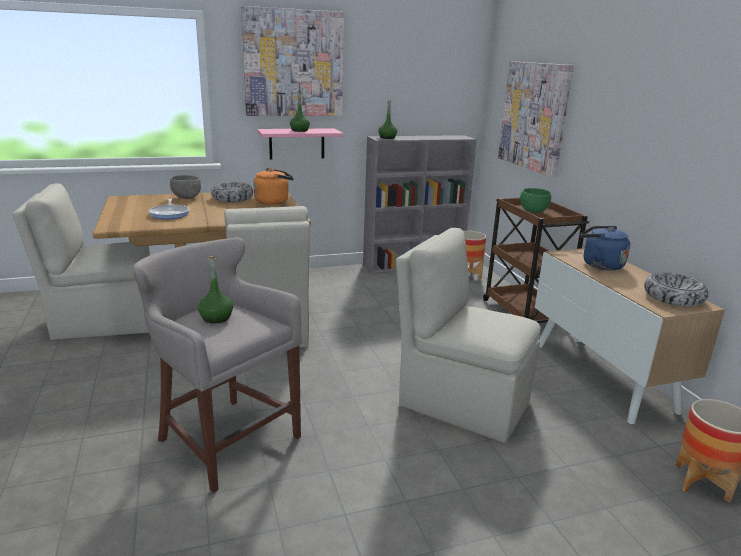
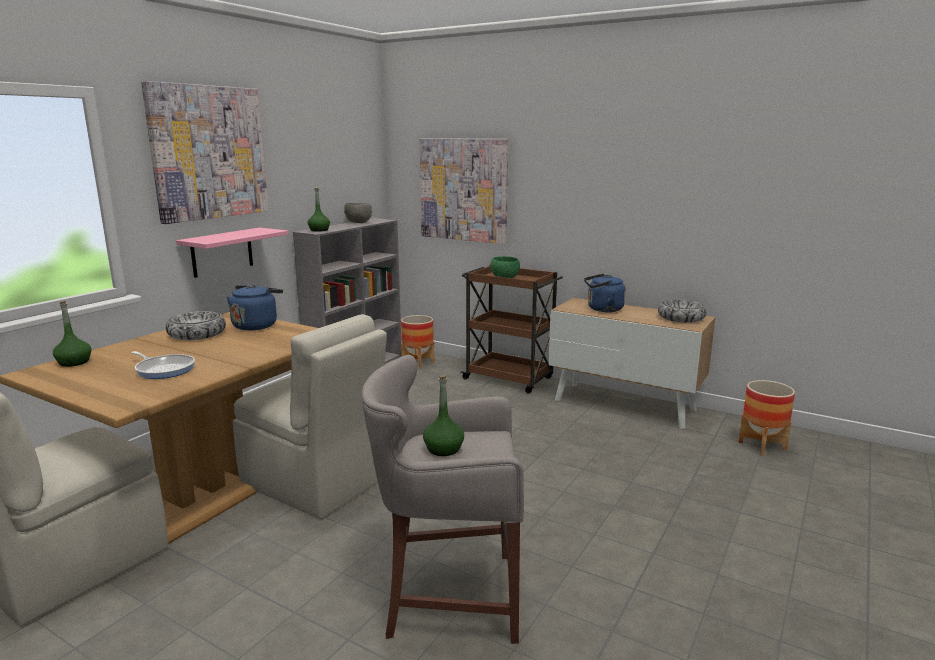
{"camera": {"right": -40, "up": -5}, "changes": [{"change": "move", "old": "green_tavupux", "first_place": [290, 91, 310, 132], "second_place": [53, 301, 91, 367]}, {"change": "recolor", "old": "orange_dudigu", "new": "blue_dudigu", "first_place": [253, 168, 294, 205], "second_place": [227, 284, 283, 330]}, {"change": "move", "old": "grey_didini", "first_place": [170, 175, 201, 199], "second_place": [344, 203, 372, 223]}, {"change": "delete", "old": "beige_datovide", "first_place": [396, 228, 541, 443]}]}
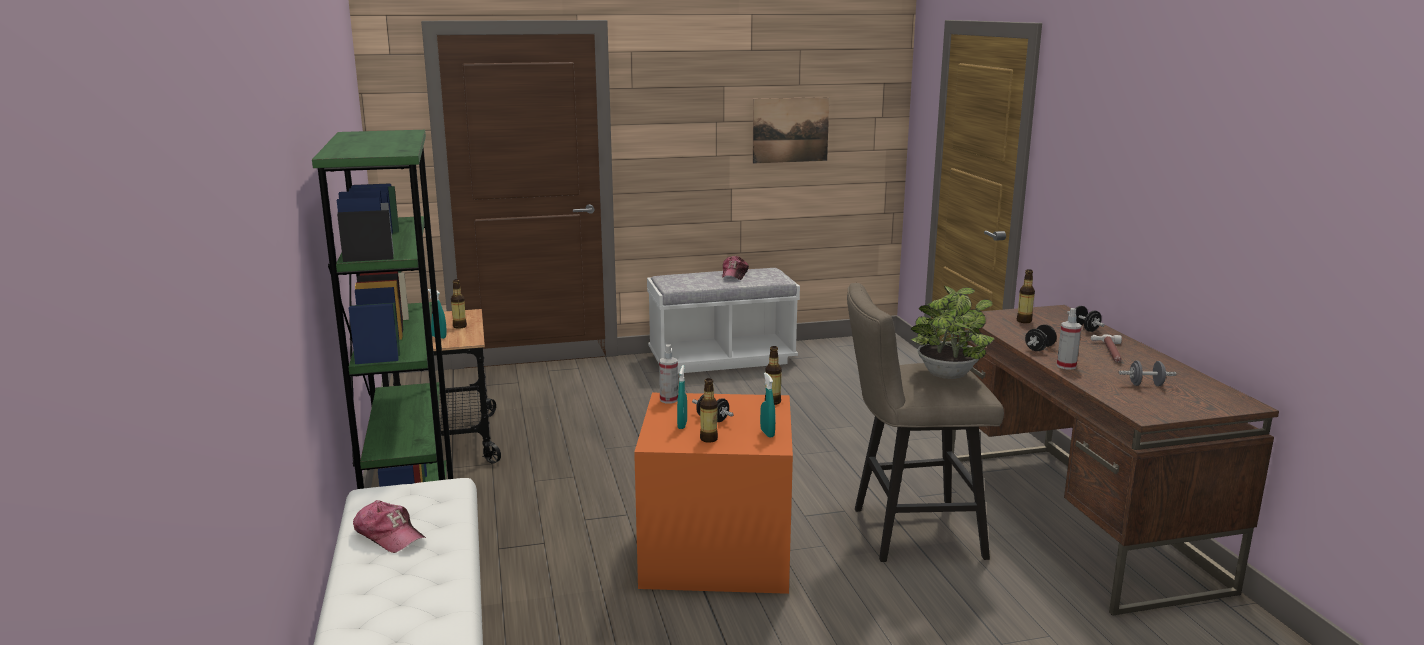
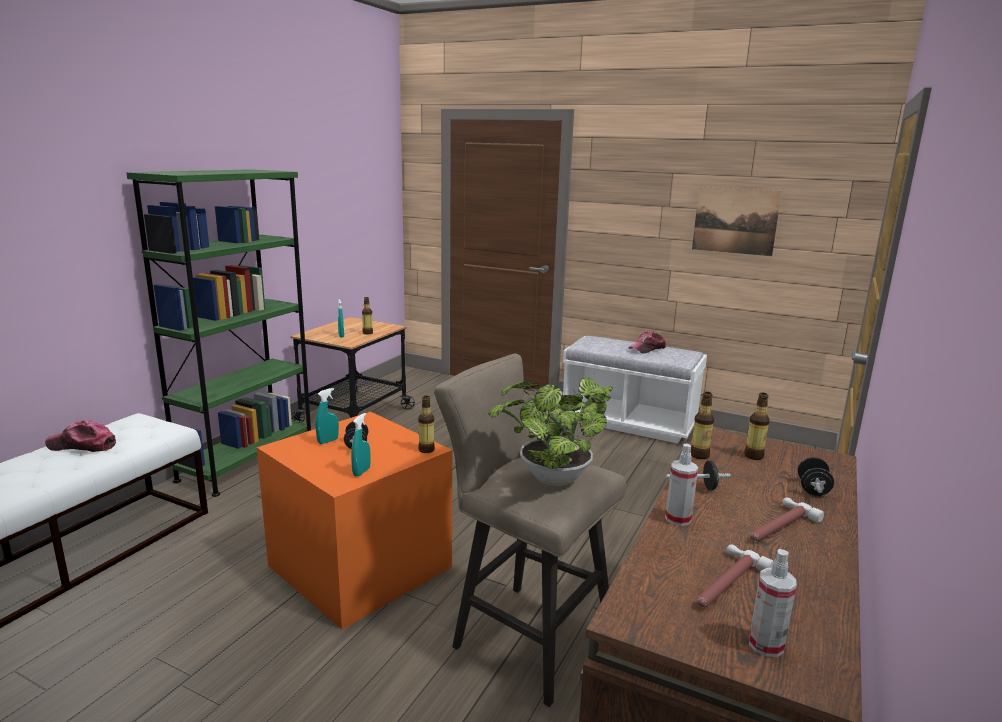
{"camera": {"right": 40, "up": 0}, "changes": [{"change": "move", "old": "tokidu", "first_place": [659, 345, 678, 404], "second_place": [749, 549, 797, 657]}, {"change": "replace", "old": "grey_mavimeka", "new": "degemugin", "first_place": [1119, 360, 1177, 386], "second_place": [697, 544, 773, 608]}, {"change": "move", "old": "tavupux", "first_place": [700, 378, 718, 443], "second_place": [691, 392, 714, 459]}, {"change": "rotate", "old": "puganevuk", "first_place": [353, 500, 426, 553], "second_place": [45, 420, 116, 452], "degrees": 105}]}
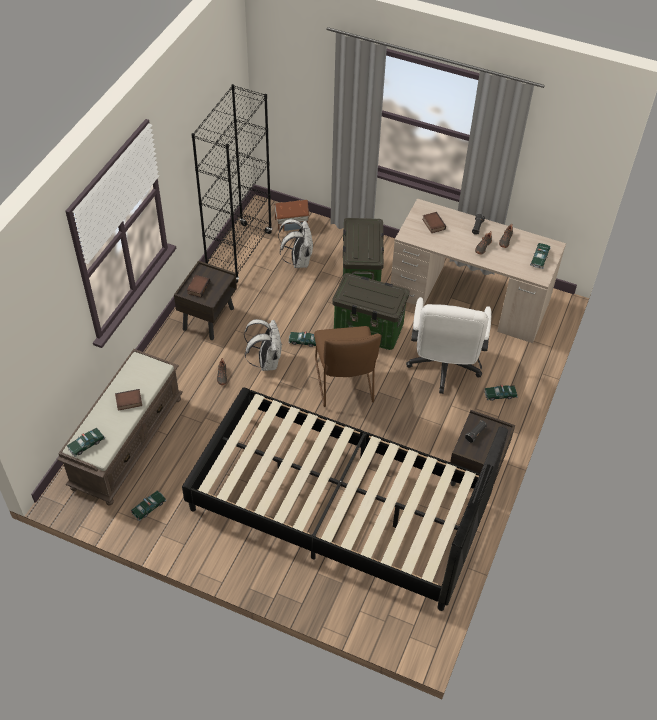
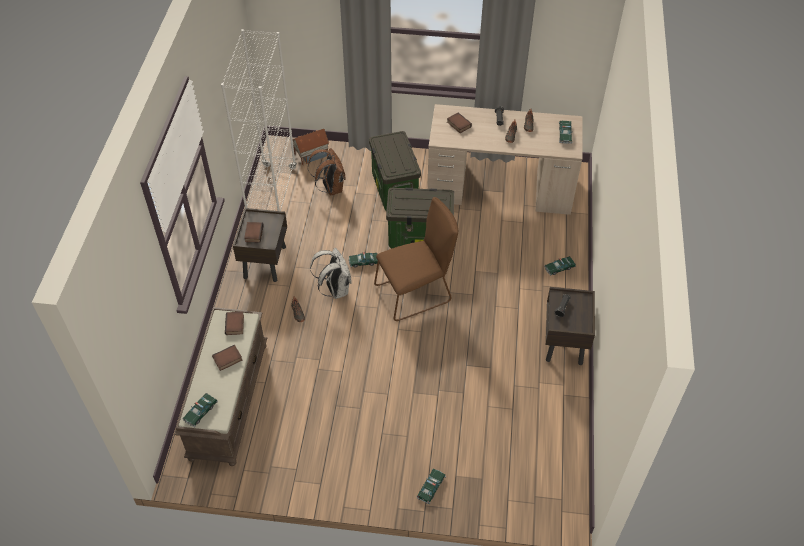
{"camera": {"right": -15, "up": 0}, "changes": [{"change": "recolor", "old": "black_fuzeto", "new": "white_fuzeto", "first_place": [191, 84, 272, 283], "second_place": [221, 29, 297, 211]}, {"change": "recolor", "old": "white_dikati", "new": "brown_dikati", "first_place": [278, 219, 313, 268], "second_place": [308, 148, 346, 196]}, {"change": "delete", "old": "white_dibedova", "first_place": [406, 297, 491, 394]}, {"change": "rotate", "old": "brown_datovide", "first_place": [314, 326, 381, 407], "second_place": [374, 197, 458, 321], "degrees": -90}, {"change": "delete", "old": "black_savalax", "first_place": [182, 387, 508, 611]}, {"change": "move", "old": "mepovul", "first_place": [131, 491, 166, 521], "second_place": [416, 469, 446, 504]}, {"change": "insert", "new": "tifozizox", "second_place": [225, 311, 244, 335]}]}
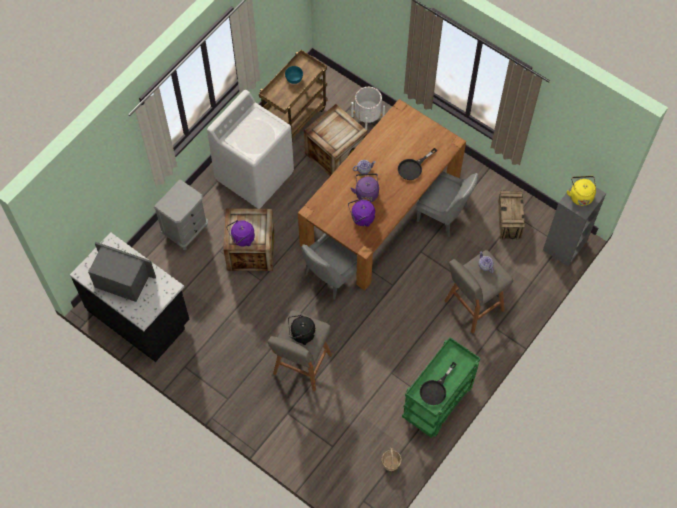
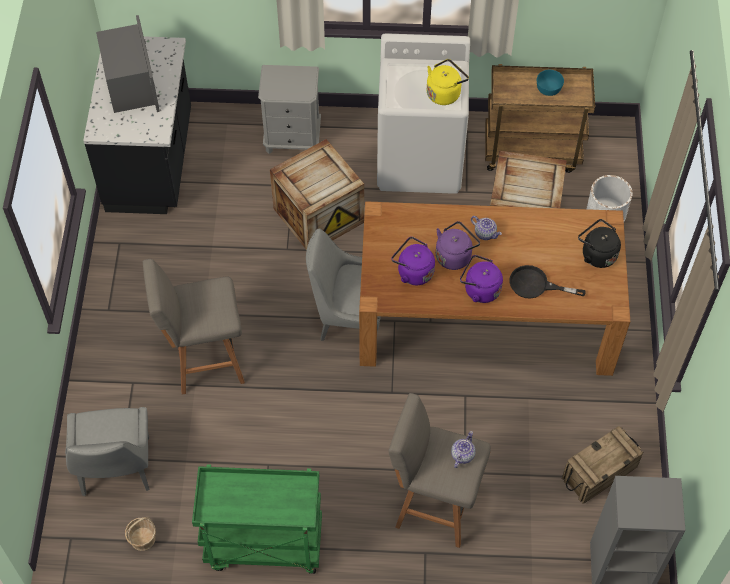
{"camera": {"right": 55, "up": -5}, "changes": [{"change": "move", "old": "grey_datovide", "first_place": [416, 171, 478, 237], "second_place": [65, 407, 150, 496]}, {"change": "move", "old": "yellow_dudigu", "first_place": [567, 176, 596, 206], "second_place": [427, 59, 469, 105]}, {"change": "move", "old": "purple_dudigu", "first_place": [226, 220, 255, 246], "second_place": [460, 255, 503, 303]}, {"change": "move", "old": "black_dudigu", "first_place": [288, 315, 316, 345], "second_place": [578, 219, 621, 268]}, {"change": "delete", "old": "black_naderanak", "first_place": [420, 362, 457, 405]}]}
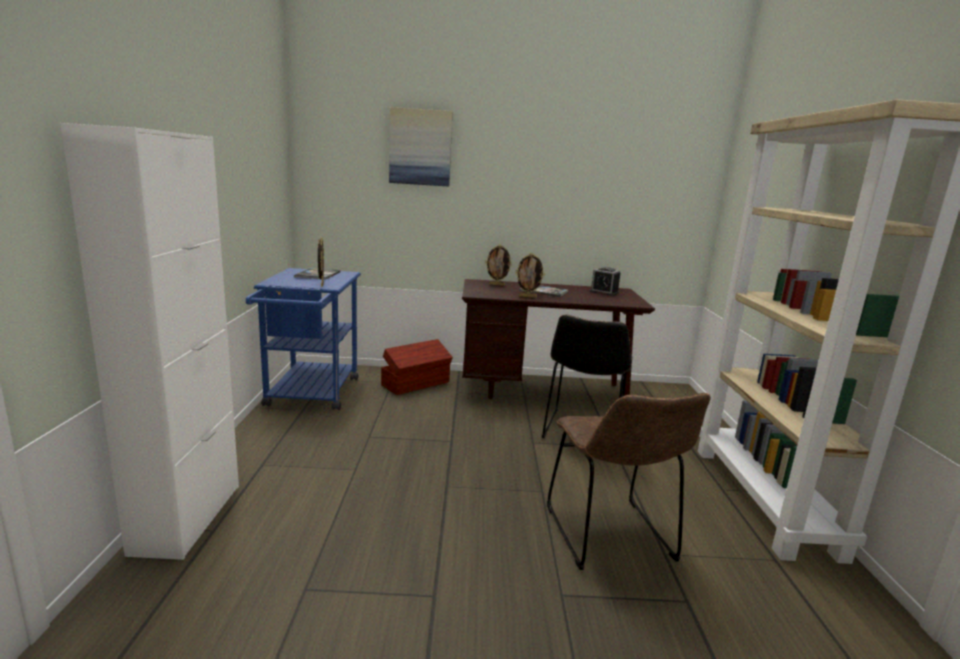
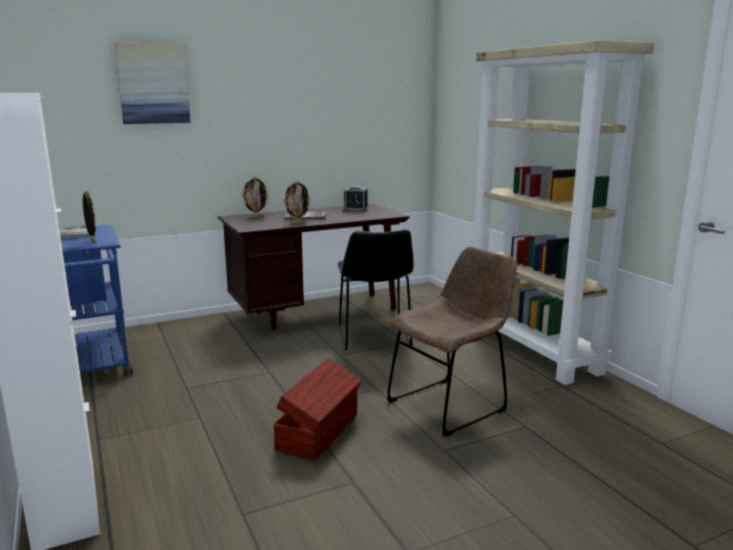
{"camera": {"right": -25, "up": 0}, "changes": [{"change": "move", "old": "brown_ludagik", "first_place": [381, 339, 453, 395], "second_place": [274, 358, 362, 461]}, {"change": "rotate", "old": "brown_datovide", "first_place": [547, 393, 711, 570], "second_place": [387, 247, 518, 437], "degrees": -90}]}
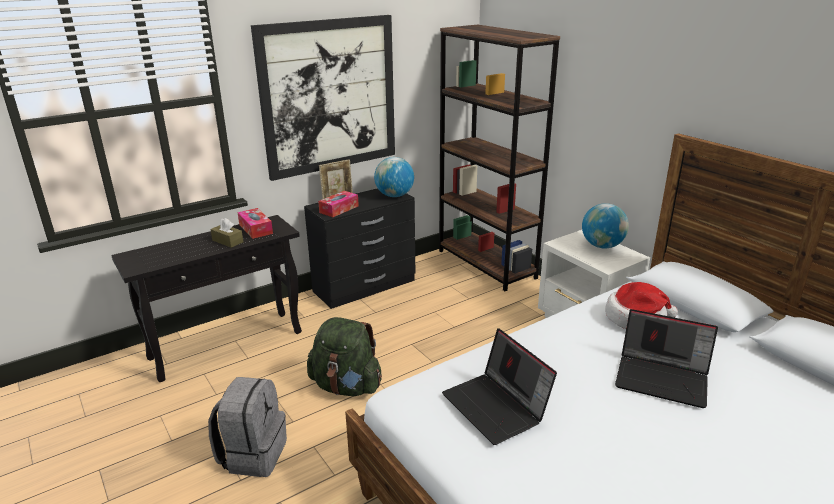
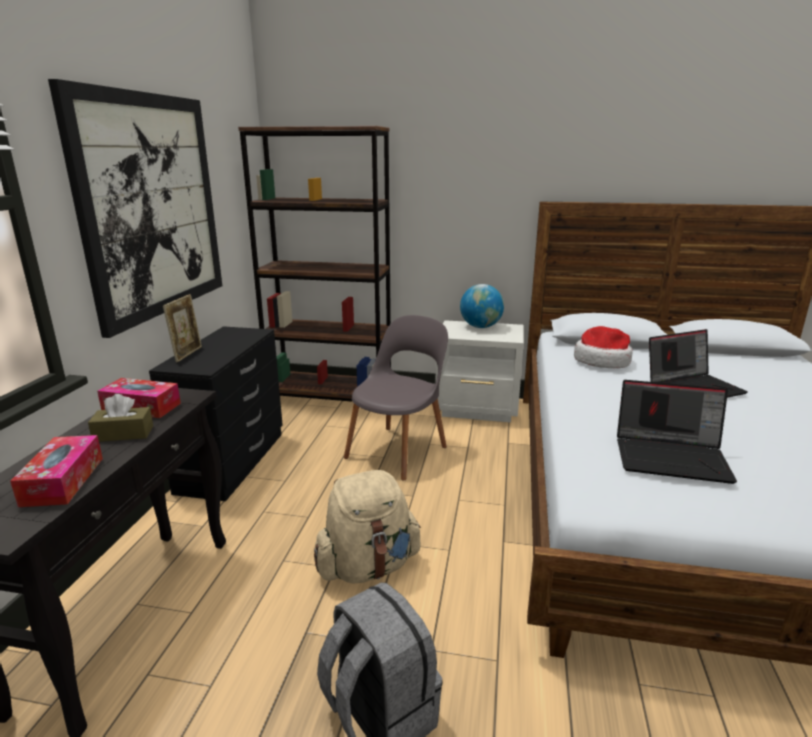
{"camera": {"right": -45, "up": -5}, "changes": [{"change": "delete", "old": "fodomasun", "first_place": [374, 157, 414, 197]}, {"change": "move", "old": "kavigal", "first_place": [318, 191, 359, 217], "second_place": [10, 435, 103, 507]}, {"change": "recolor", "old": "green_dikati", "new": "beige_dikati", "first_place": [307, 317, 382, 396], "second_place": [314, 470, 421, 584]}, {"change": "insert", "new": "grey_datovide", "second_place": [344, 315, 448, 481]}]}
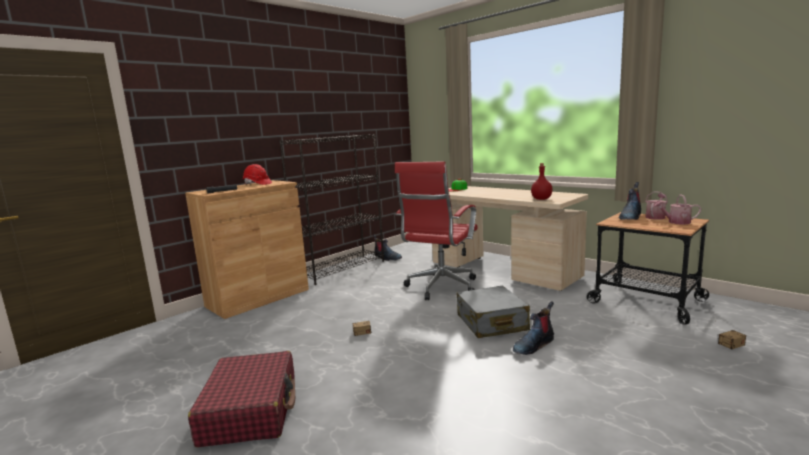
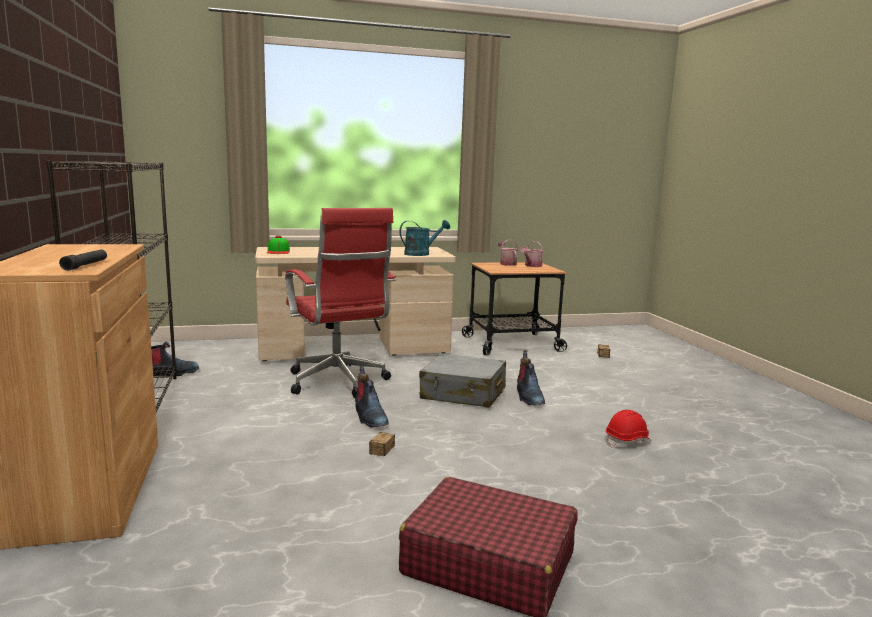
{"camera": {"right": -60, "up": 0}, "changes": [{"change": "replace", "old": "red_tavupux", "new": "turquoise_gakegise", "first_place": [531, 163, 553, 200], "second_place": [399, 220, 450, 256]}, {"change": "move", "old": "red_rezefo", "first_place": [243, 164, 272, 185], "second_place": [606, 410, 652, 447]}, {"change": "move", "old": "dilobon", "first_place": [618, 182, 641, 220], "second_place": [355, 365, 389, 428]}]}
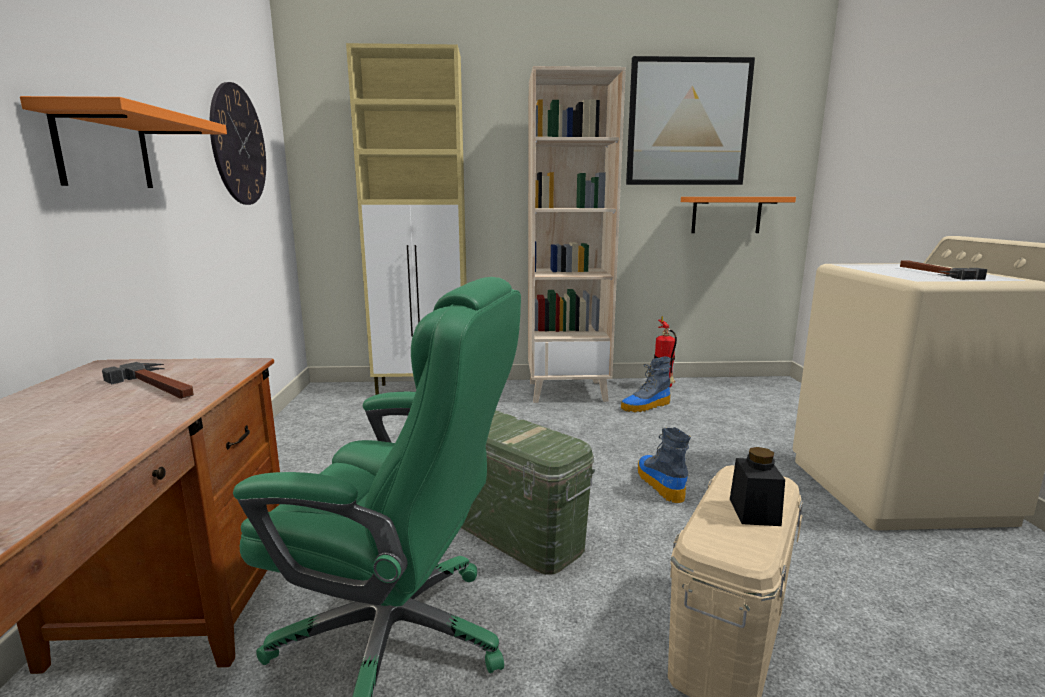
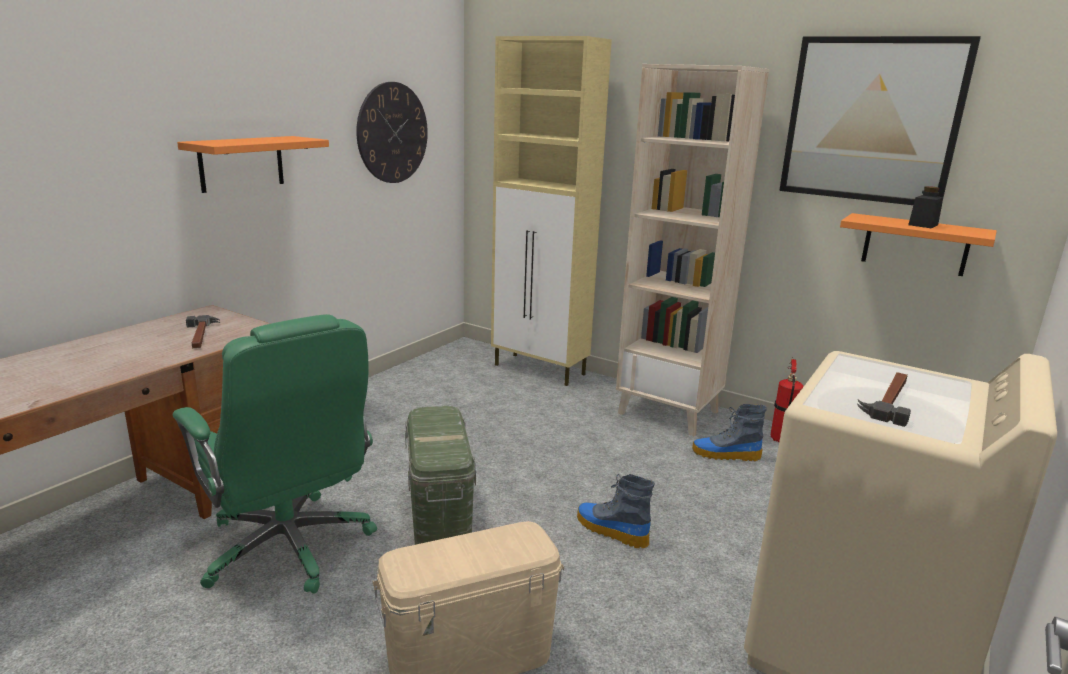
{"camera": {"right": 35, "up": 5}, "changes": [{"change": "rotate", "old": "dilobon", "first_place": [638, 427, 691, 503], "second_place": [577, 474, 655, 548], "degrees": -75}, {"change": "move", "old": "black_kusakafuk", "first_place": [730, 447, 785, 526], "second_place": [908, 186, 943, 228]}]}
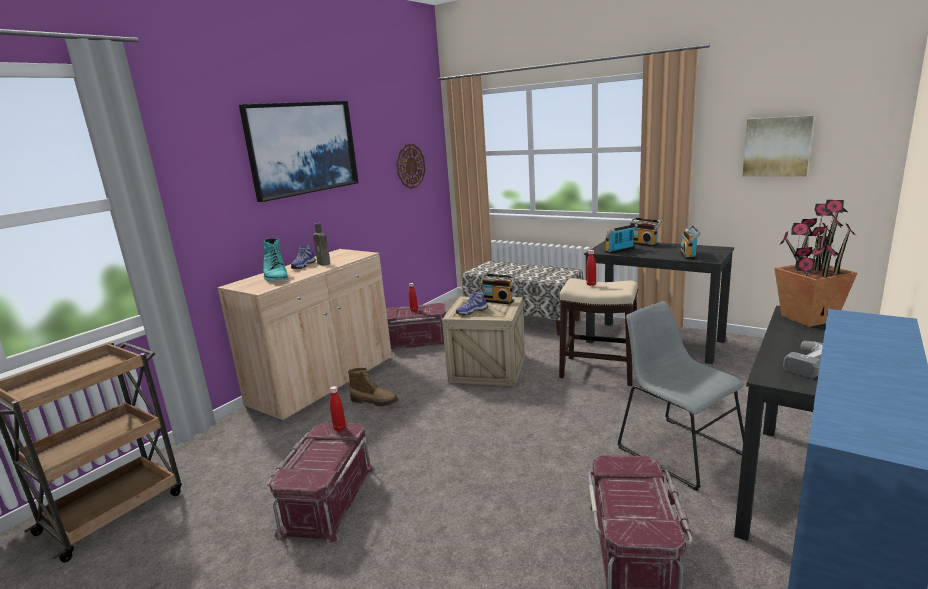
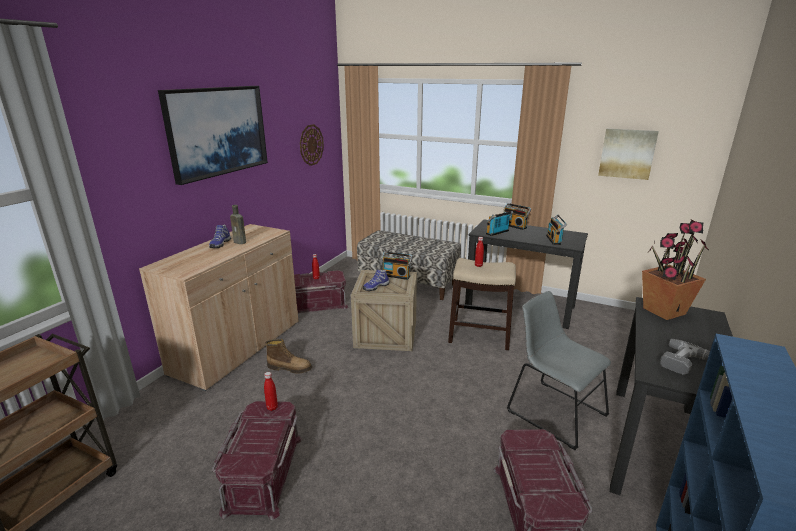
{"camera": {"right": -10, "up": 5}, "changes": [{"change": "delete", "old": "turquoise_dilobon", "first_place": [263, 238, 289, 281]}]}
